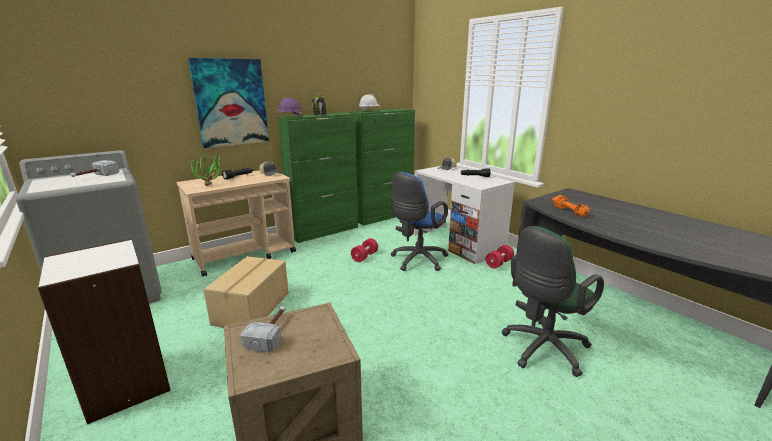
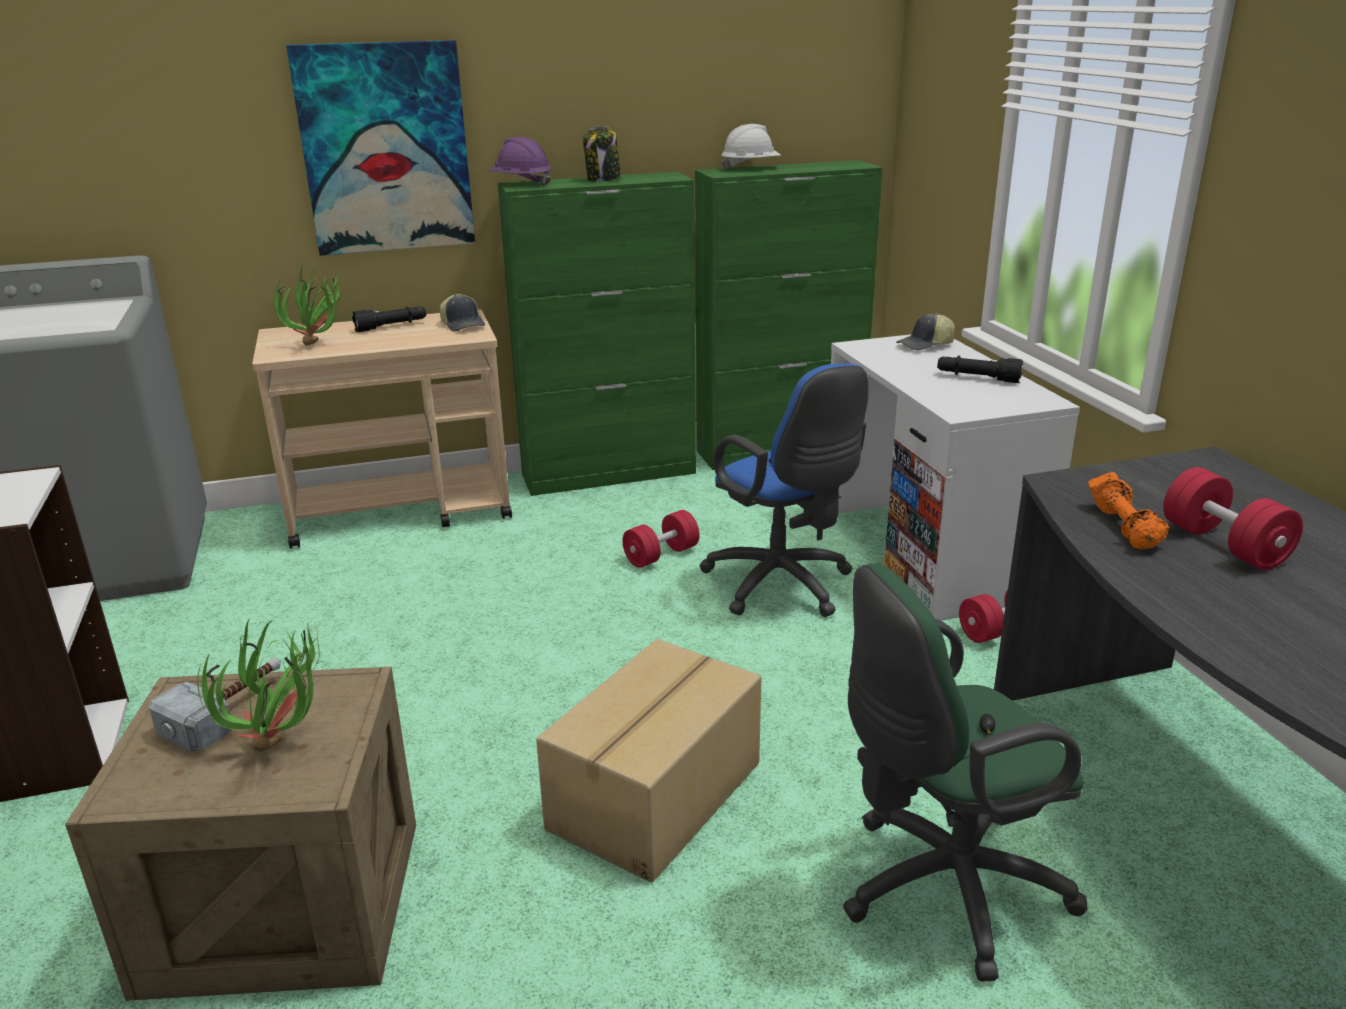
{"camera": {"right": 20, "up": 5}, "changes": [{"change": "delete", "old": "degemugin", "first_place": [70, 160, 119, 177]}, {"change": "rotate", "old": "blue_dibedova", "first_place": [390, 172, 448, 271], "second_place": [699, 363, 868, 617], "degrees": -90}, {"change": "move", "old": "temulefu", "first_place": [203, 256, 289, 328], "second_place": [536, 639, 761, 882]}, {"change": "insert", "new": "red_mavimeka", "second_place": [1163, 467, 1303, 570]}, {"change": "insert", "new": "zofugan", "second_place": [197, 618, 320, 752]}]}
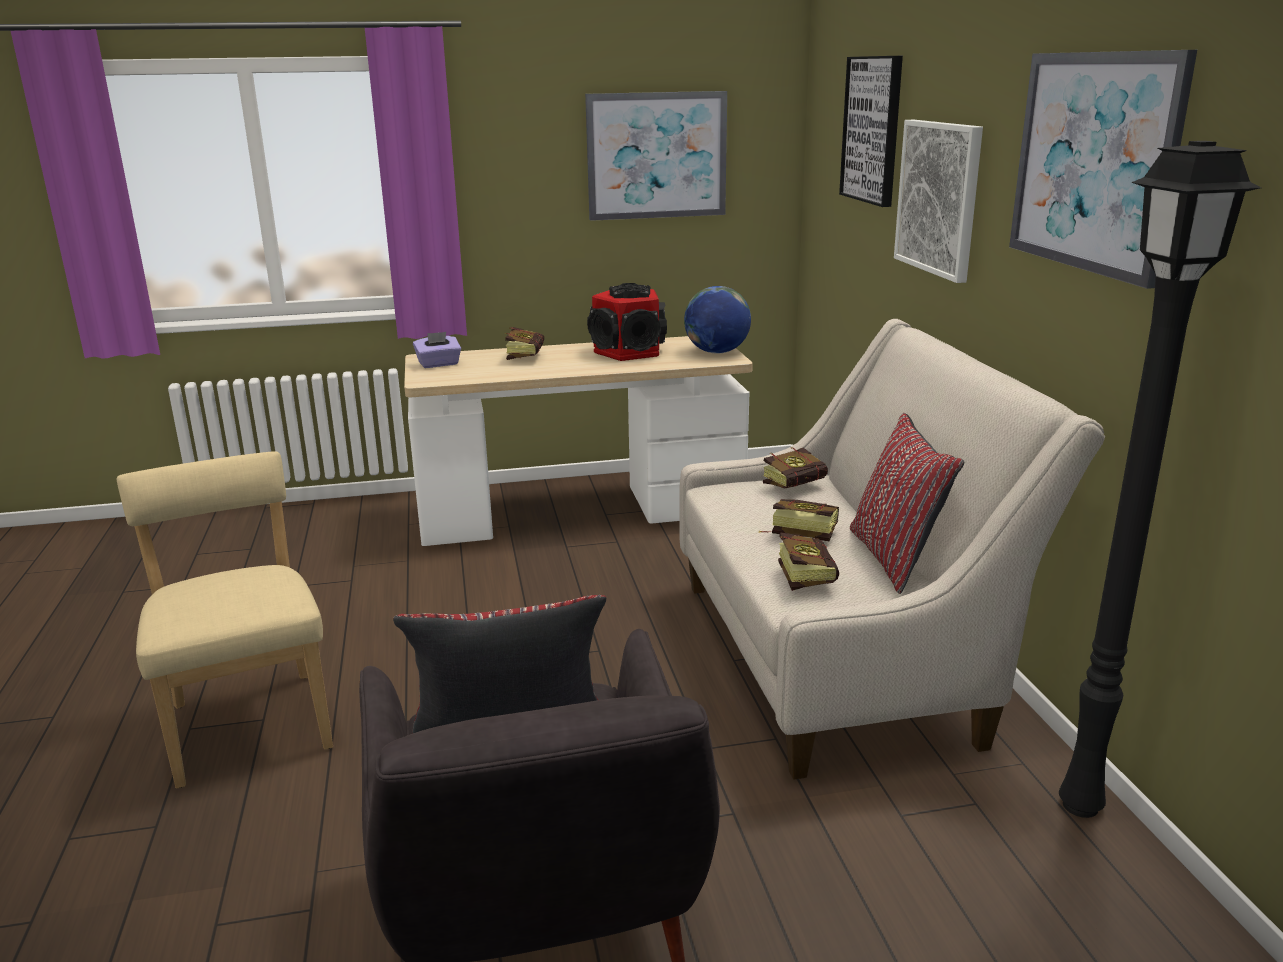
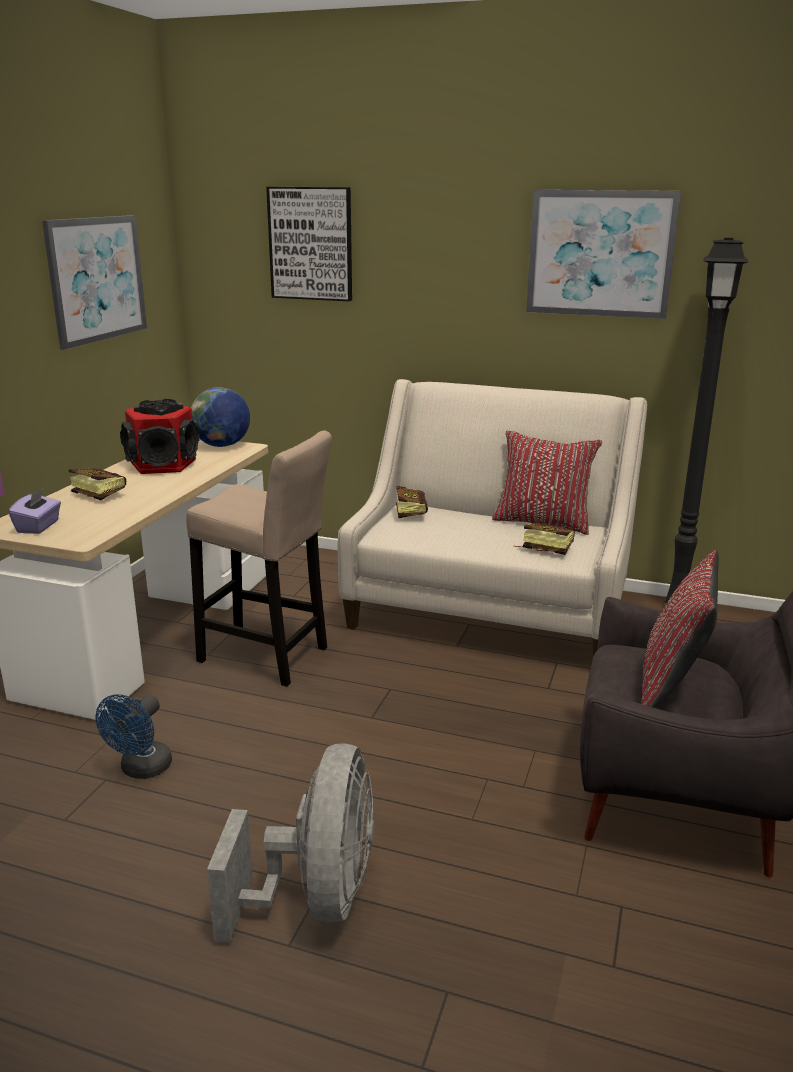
{"camera": {"right": -60, "up": 0}, "changes": [{"change": "delete", "old": "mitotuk", "first_place": [894, 120, 983, 283]}, {"change": "replace", "old": "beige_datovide", "new": "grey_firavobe", "first_place": [117, 451, 333, 789], "second_place": [207, 743, 374, 942]}, {"change": "delete", "old": "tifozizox", "first_place": [759, 499, 839, 541]}, {"change": "insert", "new": "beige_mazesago", "second_place": [186, 430, 332, 687]}, {"change": "insert", "new": "blue_firavobe", "second_place": [95, 694, 172, 779]}]}
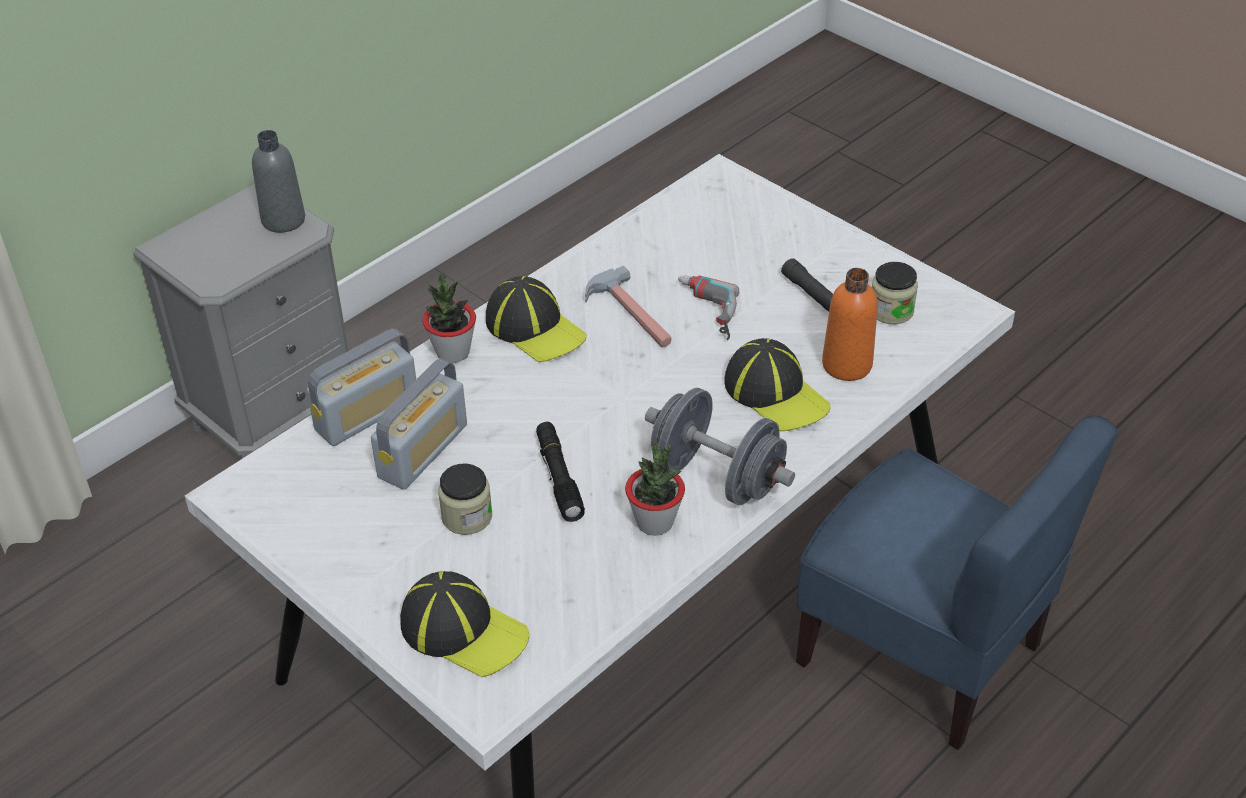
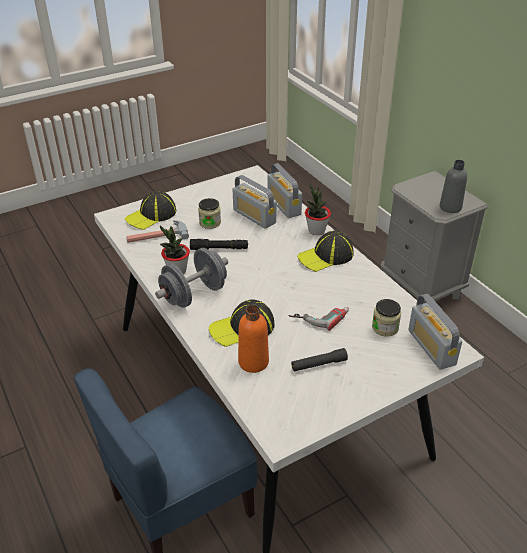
{"camera": {"right": 105, "up": -5}, "changes": [{"change": "move", "old": "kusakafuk", "first_place": [872, 262, 918, 324], "second_place": [372, 299, 401, 337]}, {"change": "move", "old": "degemugin", "first_place": [585, 266, 671, 347], "second_place": [126, 220, 189, 243]}, {"change": "insert", "new": "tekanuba", "second_place": [408, 294, 462, 370]}]}
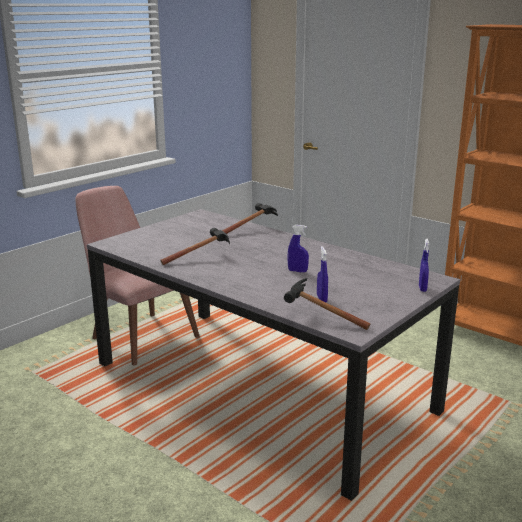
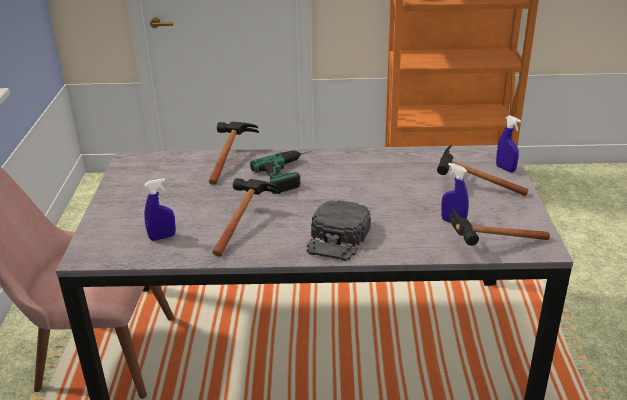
{"camera": {"right": -40, "up": 10}, "changes": [{"change": "move", "old": "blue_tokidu", "first_place": [287, 225, 309, 273], "second_place": [144, 178, 176, 241]}, {"change": "insert", "new": "degemugin", "second_place": [437, 145, 529, 196]}, {"change": "insert", "new": "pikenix", "second_place": [250, 150, 311, 194]}, {"change": "insert", "new": "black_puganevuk", "second_place": [307, 200, 371, 261]}]}
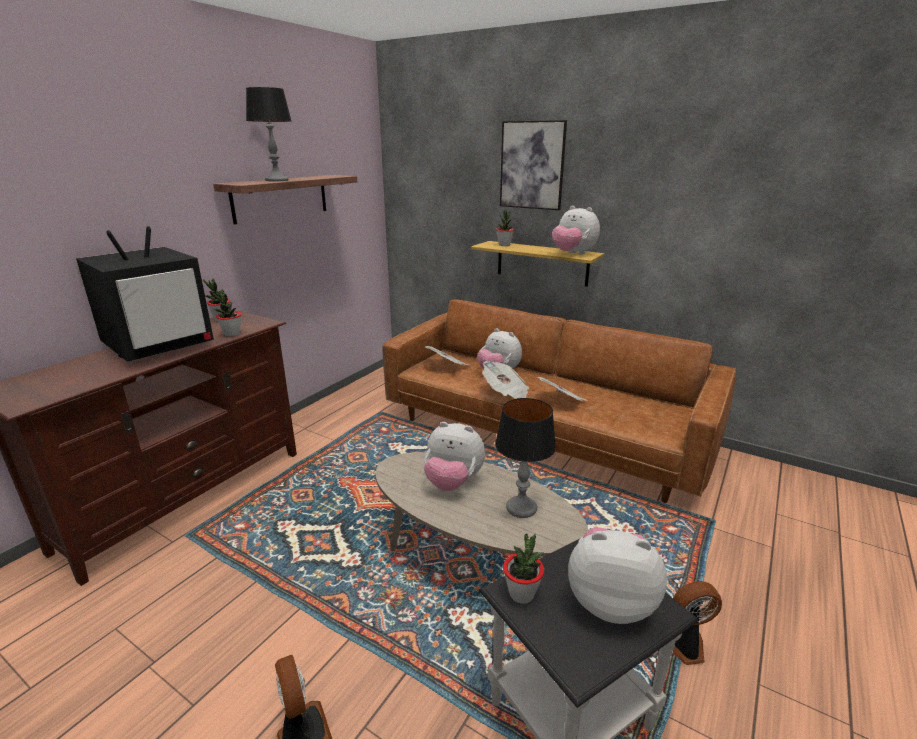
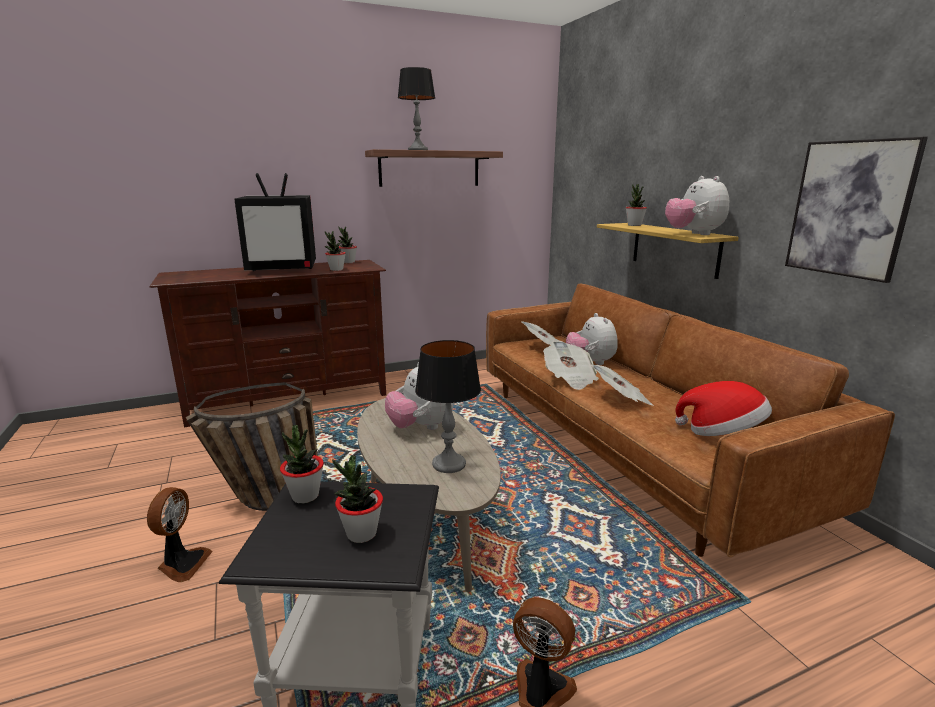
{"camera": {"right": 35, "up": -5}, "changes": [{"change": "move", "old": "mitotuk", "first_place": [500, 120, 567, 210], "second_place": [785, 136, 928, 283]}, {"change": "replace", "old": "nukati", "new": "zofugan", "first_place": [568, 527, 667, 624], "second_place": [332, 455, 383, 543]}, {"change": "insert", "new": "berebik", "second_place": [675, 381, 772, 436]}, {"change": "insert", "new": "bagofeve", "second_place": [186, 382, 318, 511]}]}
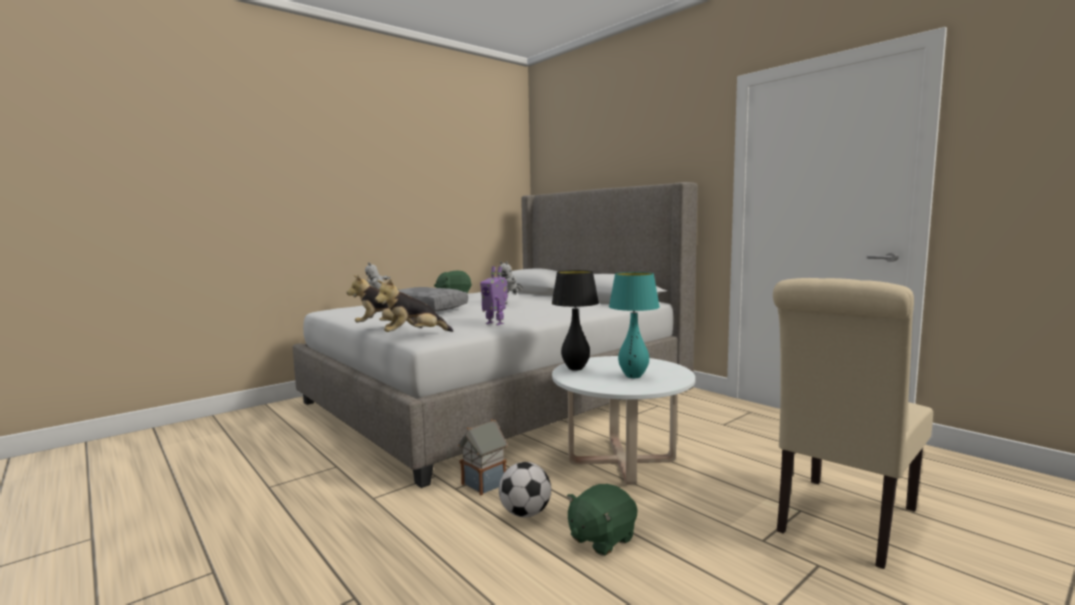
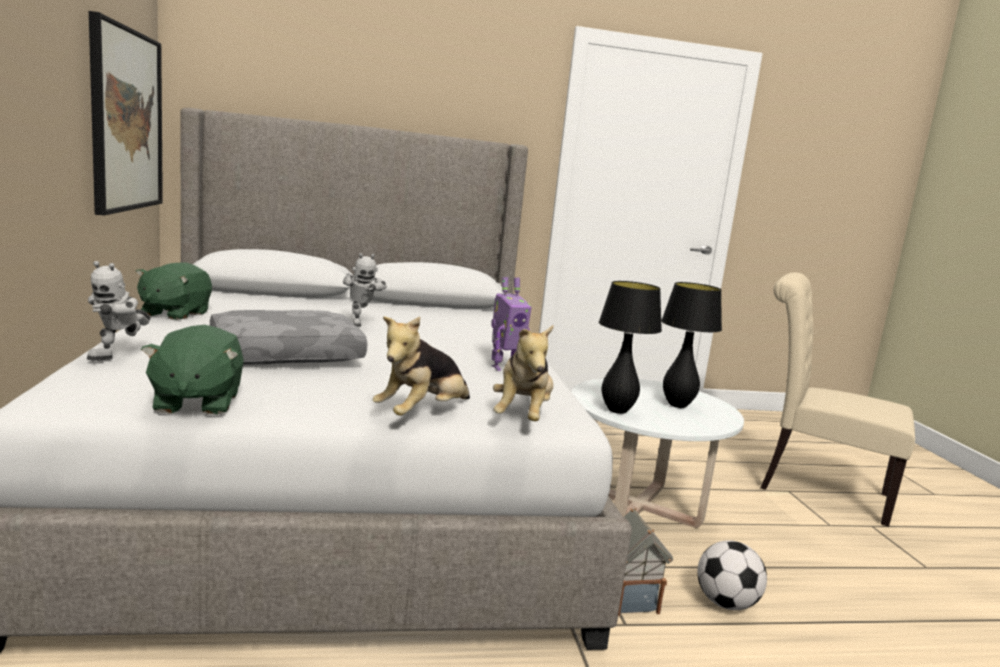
{"camera": {"right": -60, "up": 5}, "changes": [{"change": "recolor", "old": "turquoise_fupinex", "new": "black_fupinex", "first_place": [609, 272, 660, 378], "second_place": [661, 282, 722, 408]}, {"change": "rotate", "old": "beige_datovide", "first_place": [773, 278, 933, 569], "second_place": [760, 272, 915, 527], "degrees": 135}, {"change": "move", "old": "green_nukati", "first_place": [567, 484, 638, 556], "second_place": [141, 325, 244, 415]}, {"change": "insert", "new": "mitotuk", "second_place": [89, 11, 163, 215]}]}
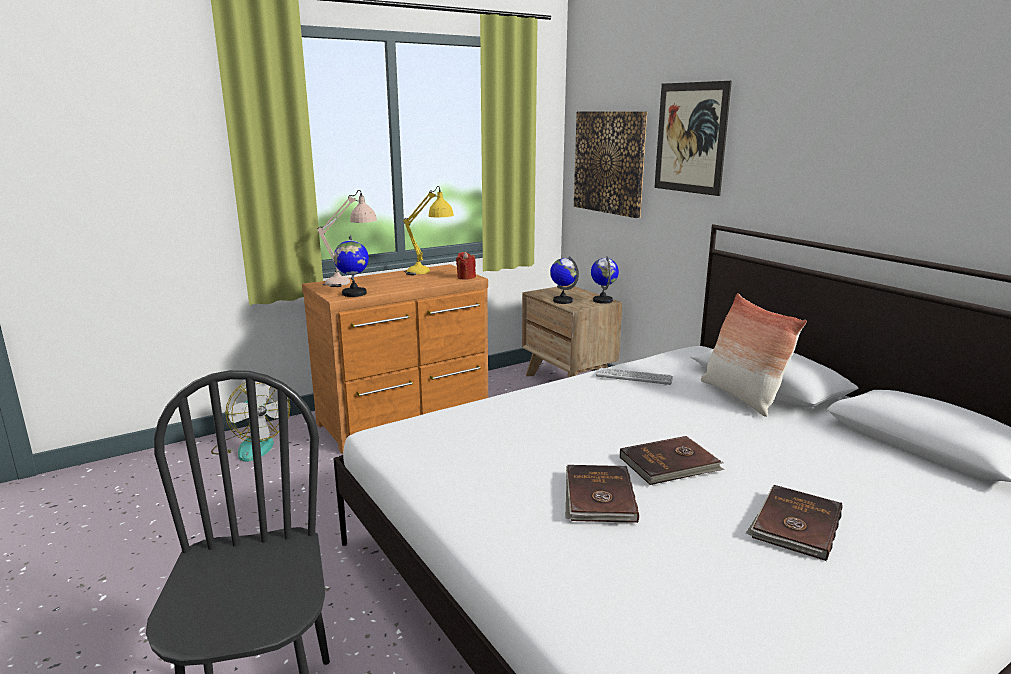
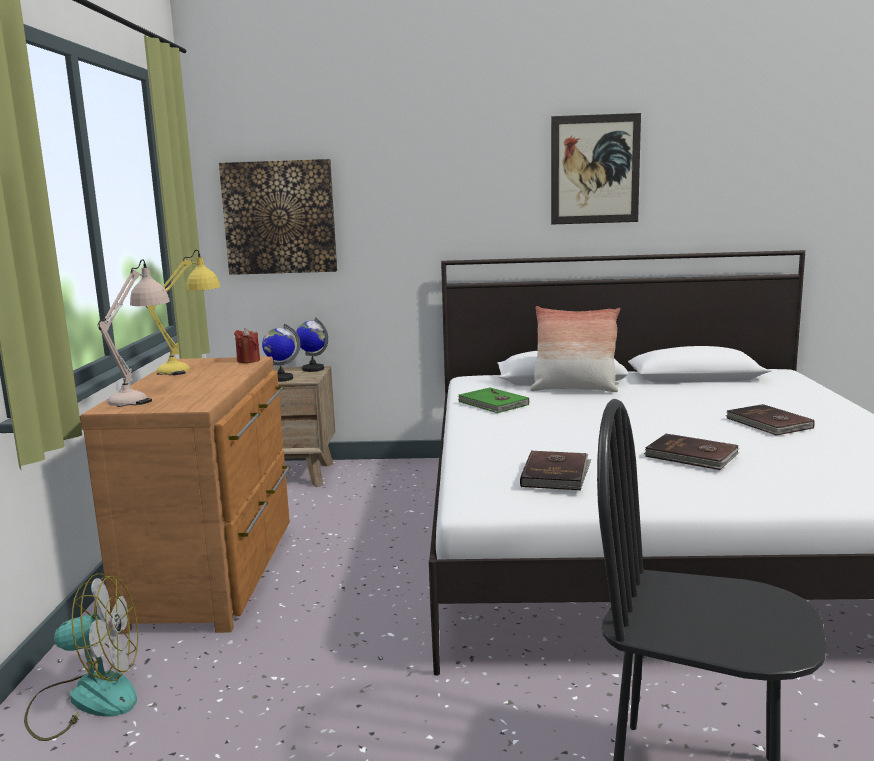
{"camera": {"right": -55, "up": -5}, "changes": [{"change": "move", "old": "mitotuk", "first_place": [654, 81, 732, 196], "second_place": [551, 113, 641, 225]}, {"change": "delete", "old": "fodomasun", "first_place": [333, 235, 369, 297]}, {"change": "replace", "old": "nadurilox", "new": "green_tifozizox", "first_place": [596, 368, 673, 386], "second_place": [458, 387, 529, 413]}, {"change": "move", "old": "brown_tifozizox", "first_place": [620, 436, 724, 485], "second_place": [520, 450, 591, 490]}]}
